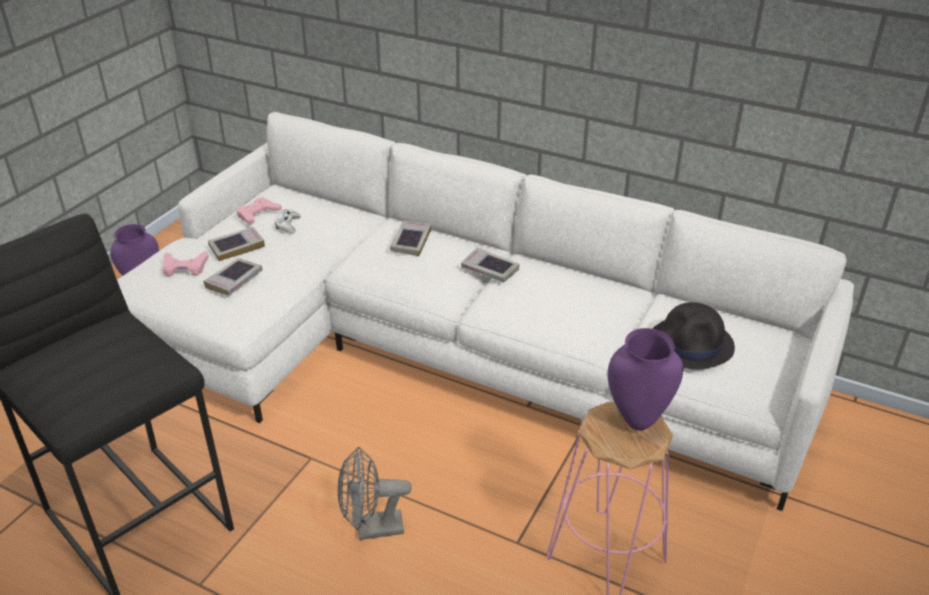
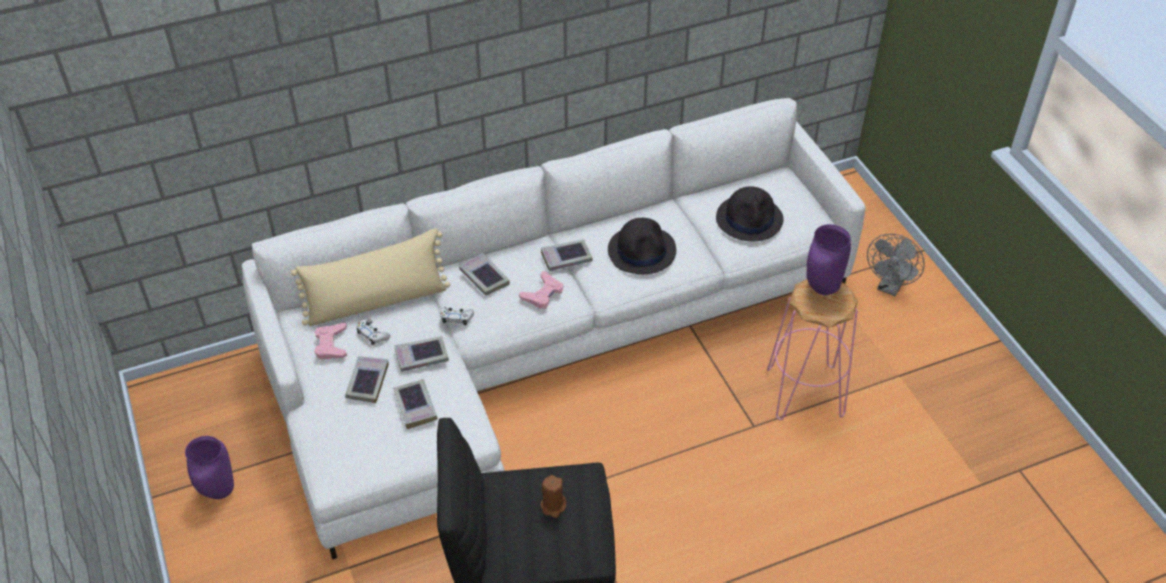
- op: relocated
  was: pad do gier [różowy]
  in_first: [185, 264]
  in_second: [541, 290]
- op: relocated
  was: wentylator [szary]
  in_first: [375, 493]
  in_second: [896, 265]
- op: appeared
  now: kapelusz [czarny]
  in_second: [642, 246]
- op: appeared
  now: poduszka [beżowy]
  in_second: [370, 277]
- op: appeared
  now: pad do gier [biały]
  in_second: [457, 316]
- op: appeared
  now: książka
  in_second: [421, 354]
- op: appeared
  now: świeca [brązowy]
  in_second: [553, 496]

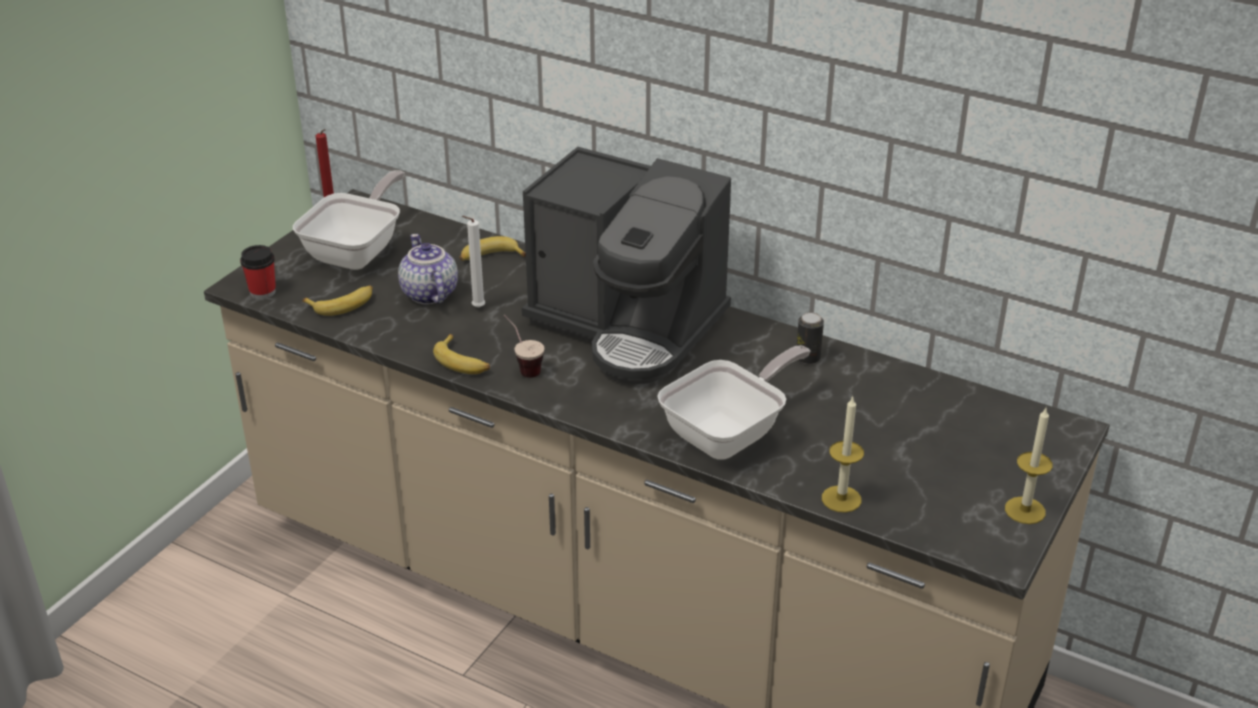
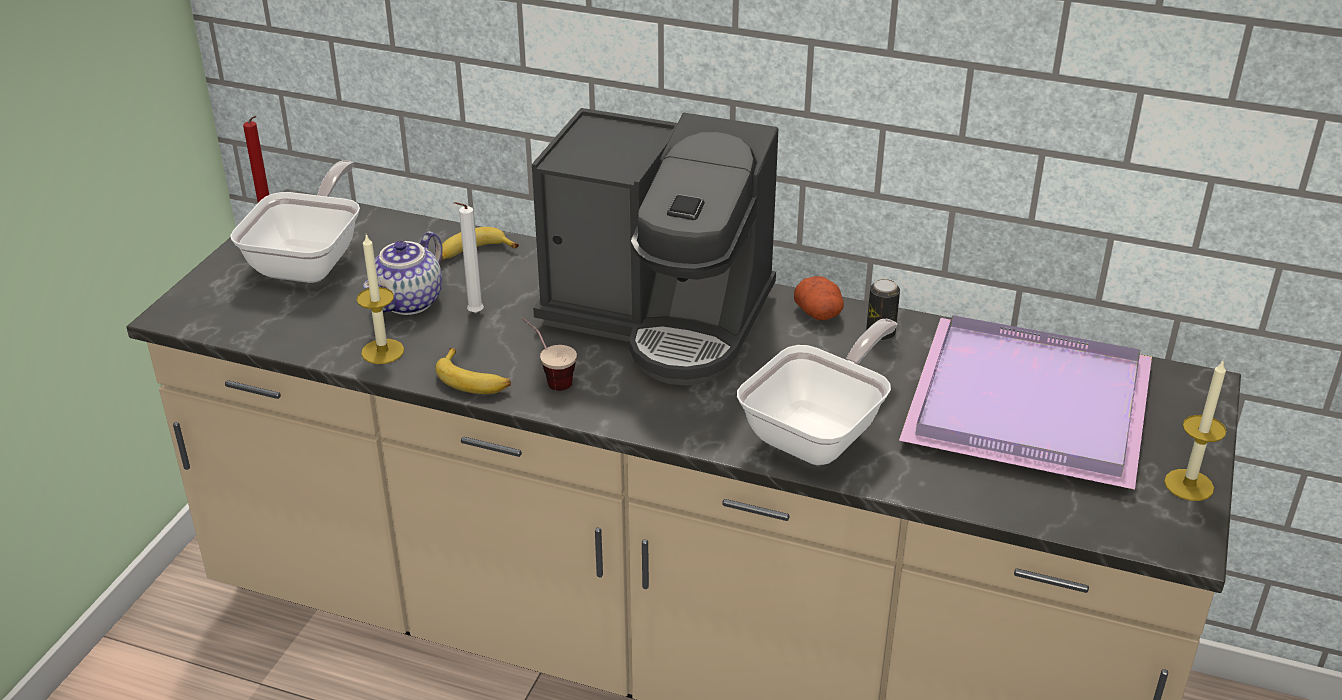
- op: spun
  was: imbryk
  in_first: [428, 269]
  in_second: [403, 273]
  clockwise: -120
- op: missing
  was: filiżanka
  in_first: [258, 272]
- op: missing
  was: banan
  in_first: [337, 301]
- op: relocated
  was: świeca
  in_first: [843, 454]
  in_second: [380, 299]
- op: appeared
  now: ziemniak
  in_second: [819, 298]
- op: appeared
  now: taca [fioletowy]
  in_second: [1025, 402]

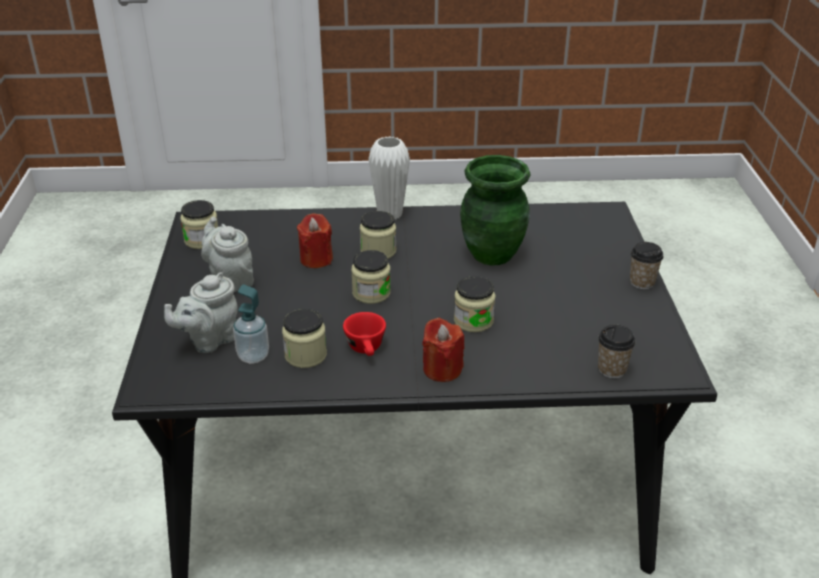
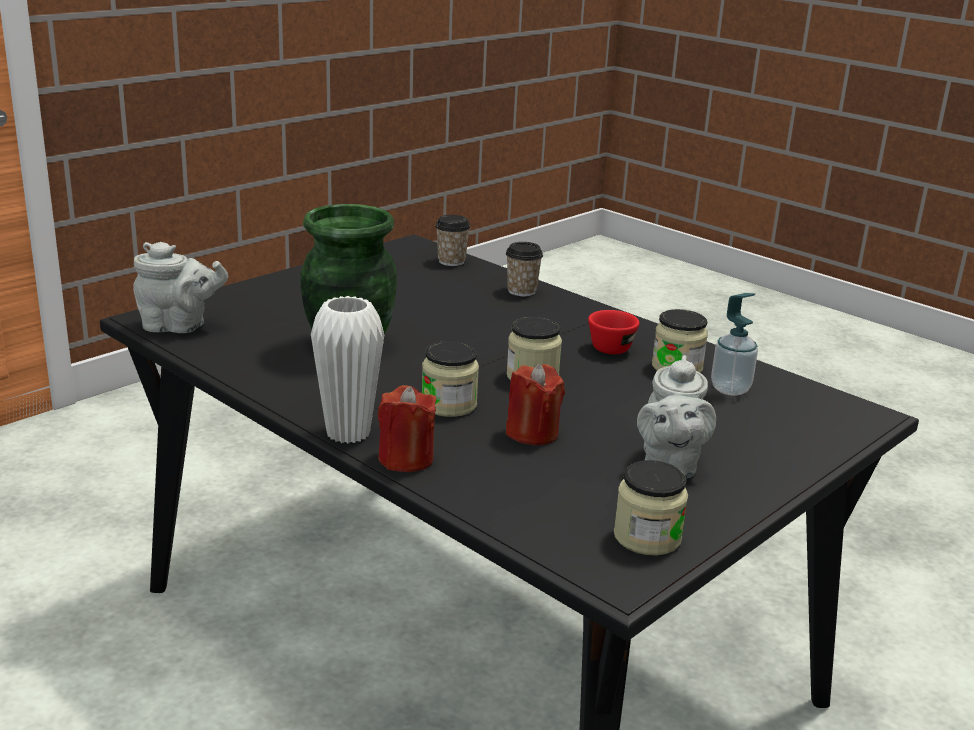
- op: relocated
  was: filiżanka
  in_first: [647, 265]
  in_second: [524, 269]
- op: relocated
  was: imbryk [szary]
  in_first: [201, 312]
  in_second: [180, 287]
- op: missing
  was: słoik
  in_first: [474, 304]
- op: relocated
  was: świeca [czerwony]
  in_first: [443, 350]
  in_second: [407, 428]

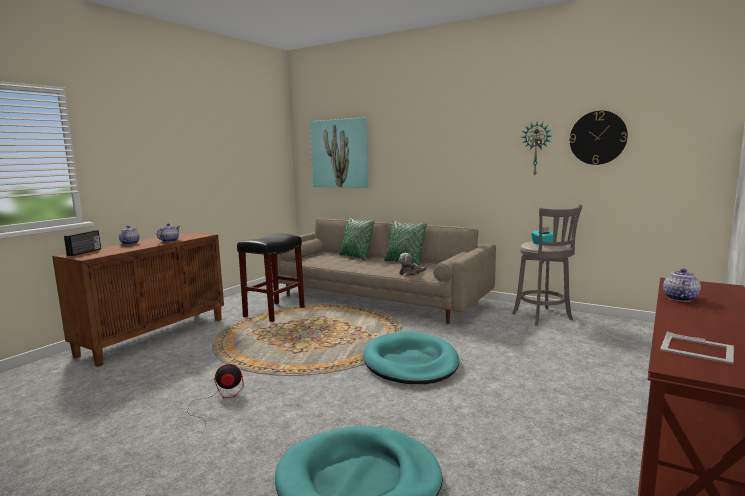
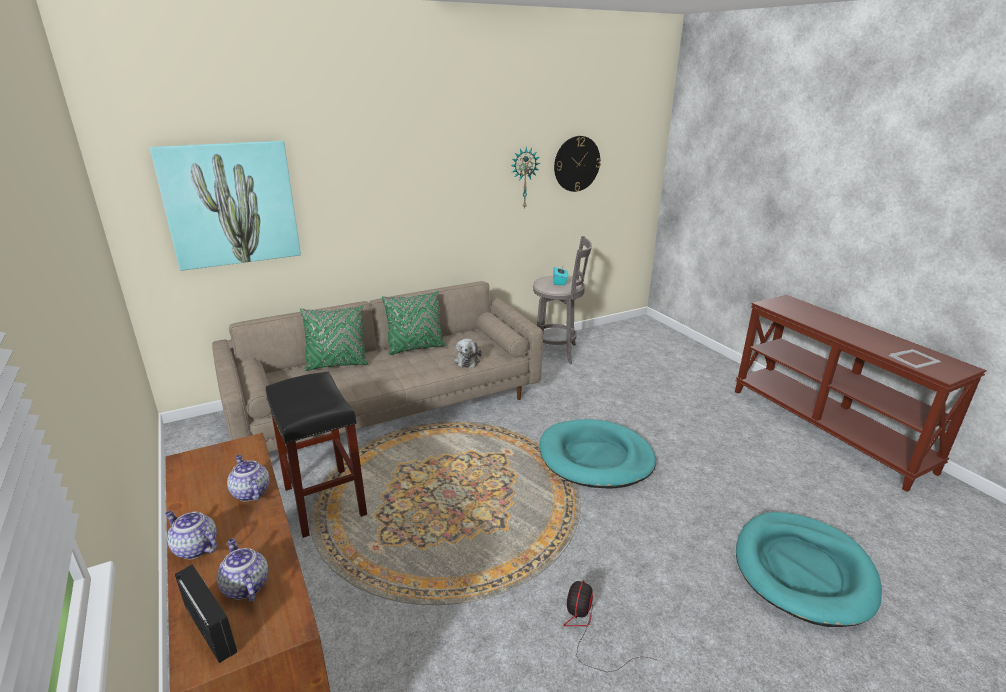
- op: relocated
  was: imbryk
  in_first: [682, 285]
  in_second: [242, 570]

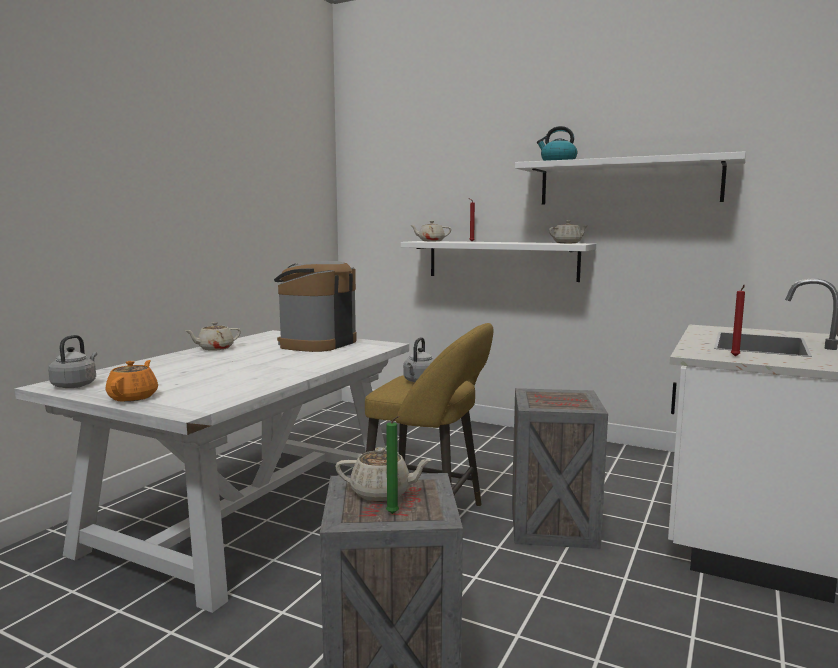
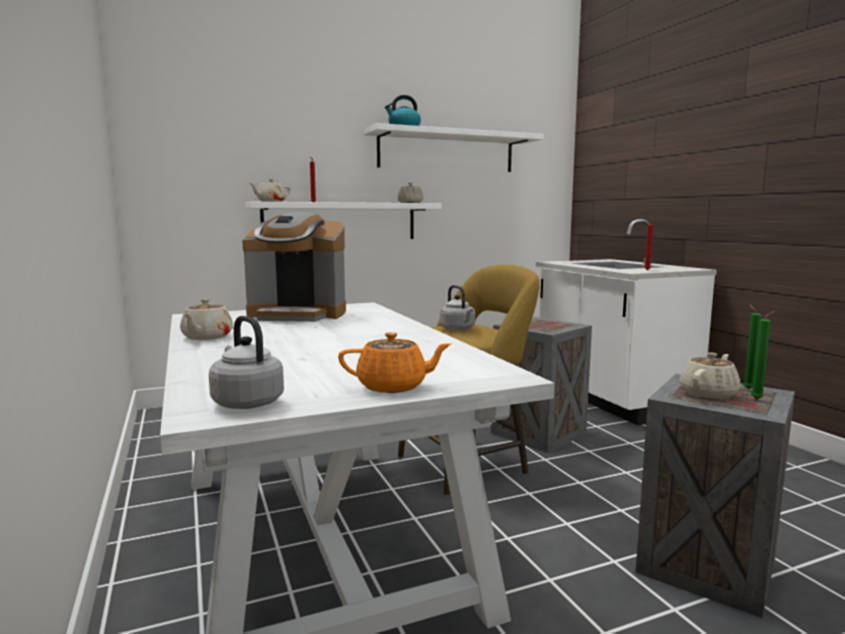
- op: spun
  was: ekspres do kawy
  in_first: [315, 306]
  in_second: [294, 267]
  clockwise: -60
- op: spun
  was: imbryk [pomarańczowy]
  in_first: [132, 381]
  in_second: [394, 362]
  clockwise: 135
- op: appeared
  now: świeca [zielony]
  in_second: [752, 346]

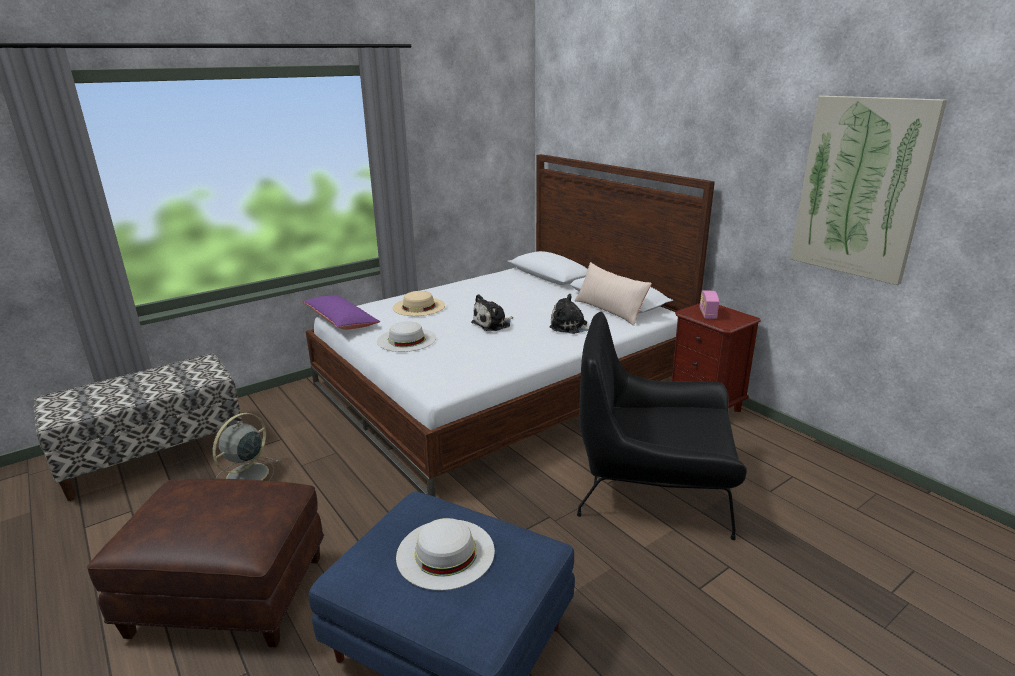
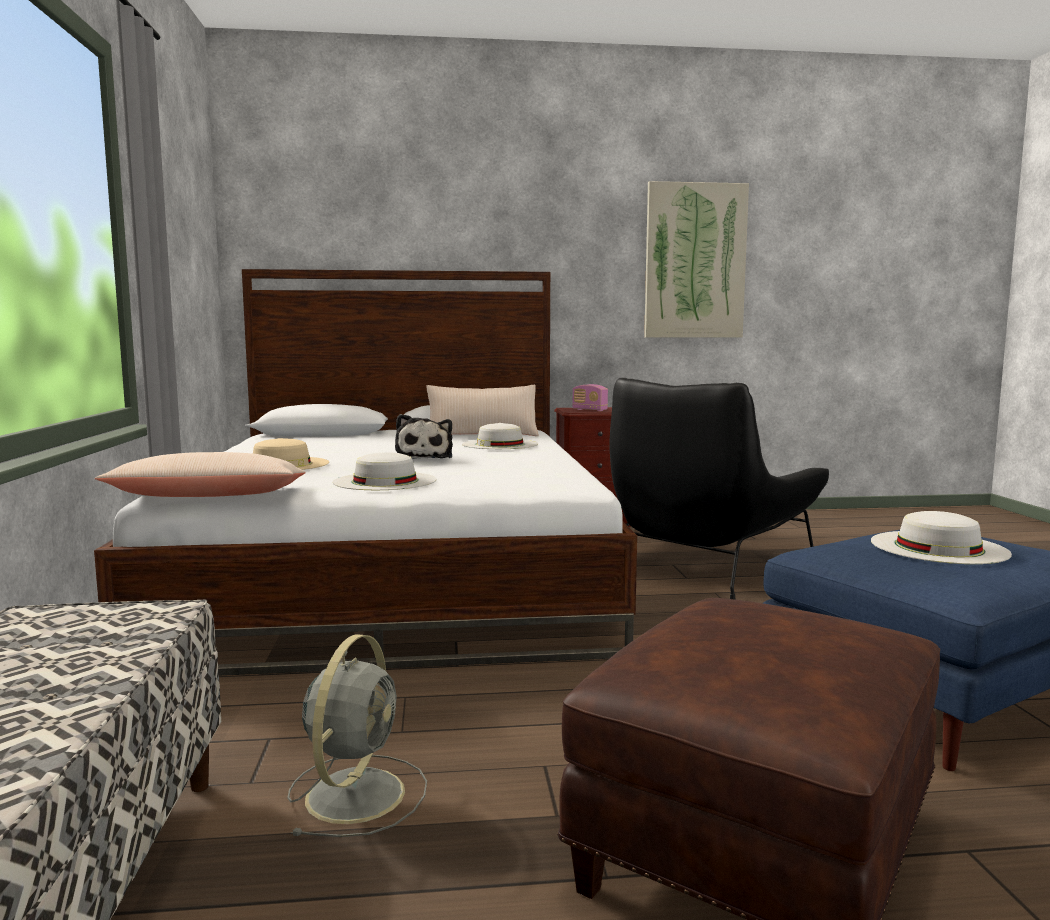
- op: exchanged
  was: pluszak
  now: kapelusz [biały]
  in_first: [569, 314]
  in_second: [500, 436]
- op: colour
  was: poduszka [fioletowy]
  now: poduszka [beżowy]
  in_first: [341, 312]
  in_second: [200, 474]
- op: spun
  was: wentylator [szary]
  in_first: [246, 447]
  in_second: [357, 735]
  clockwise: -135

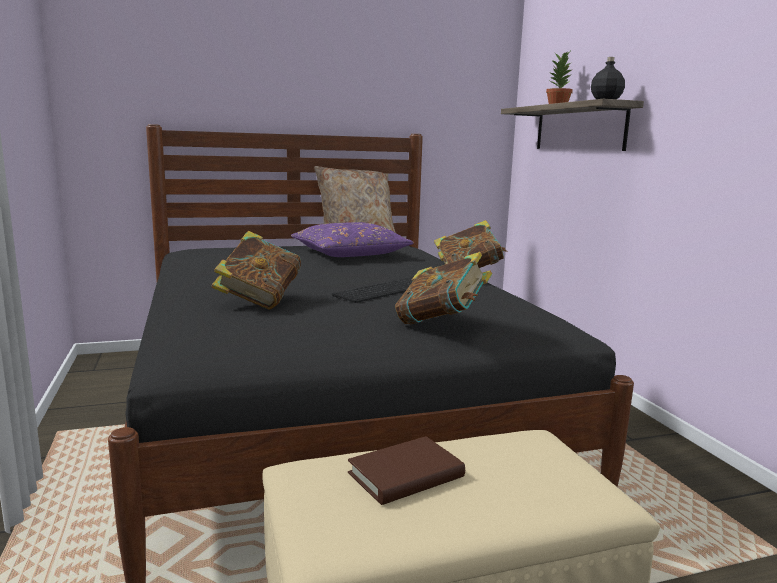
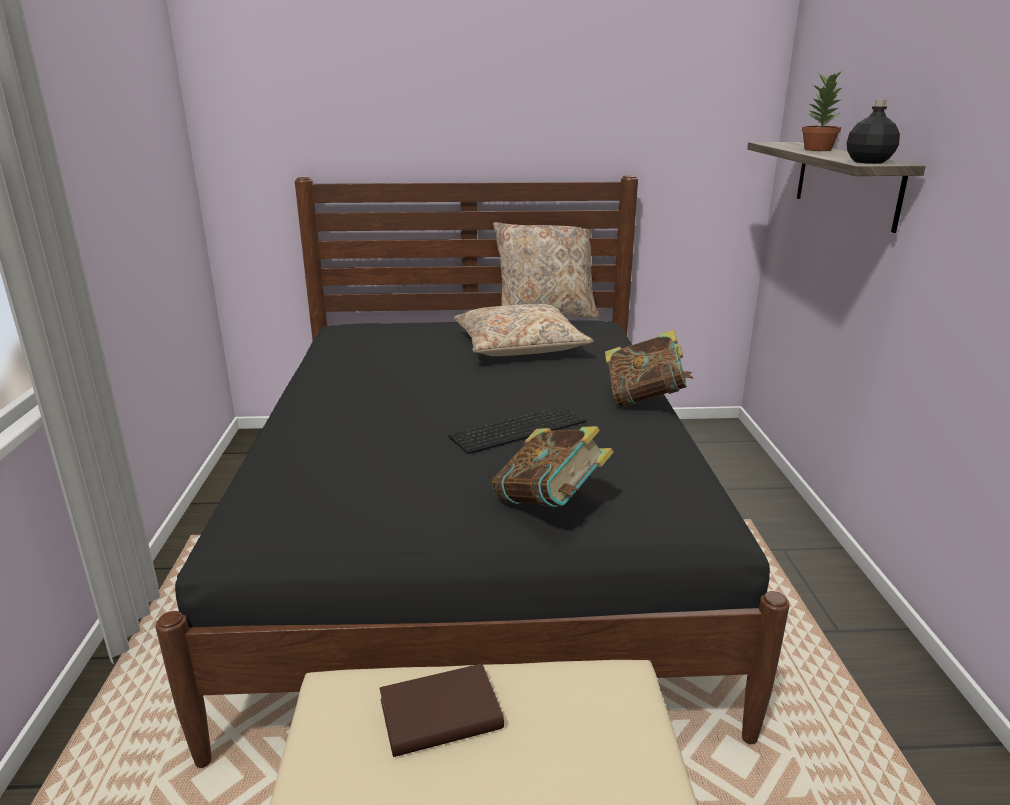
- op: colour
  was: poduszka [fioletowy]
  now: poduszka [beżowy]
  in_first: [352, 239]
  in_second: [523, 330]
- op: missing
  was: książka
  in_first: [256, 270]

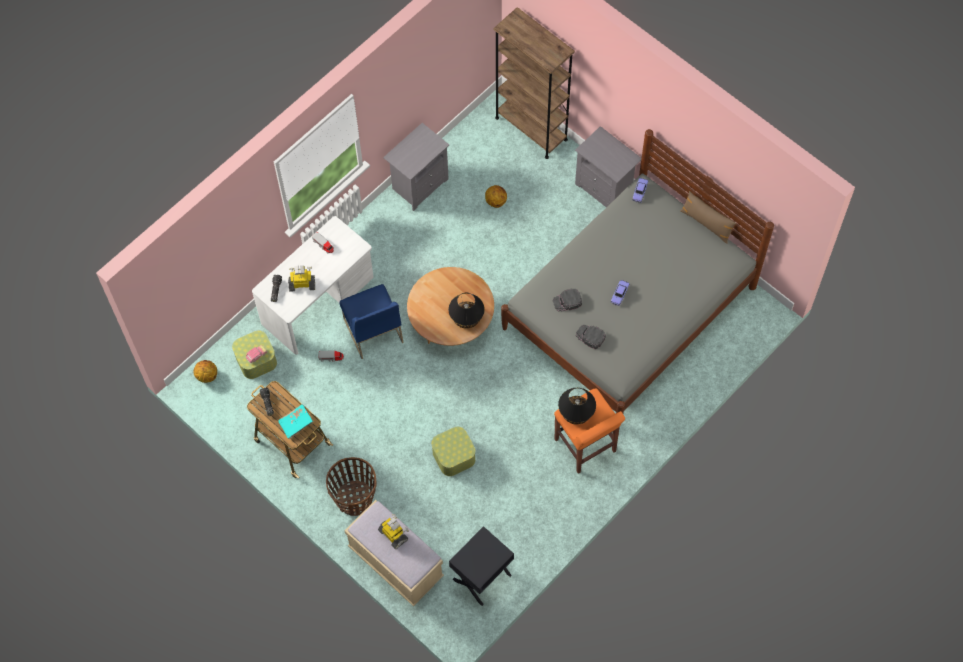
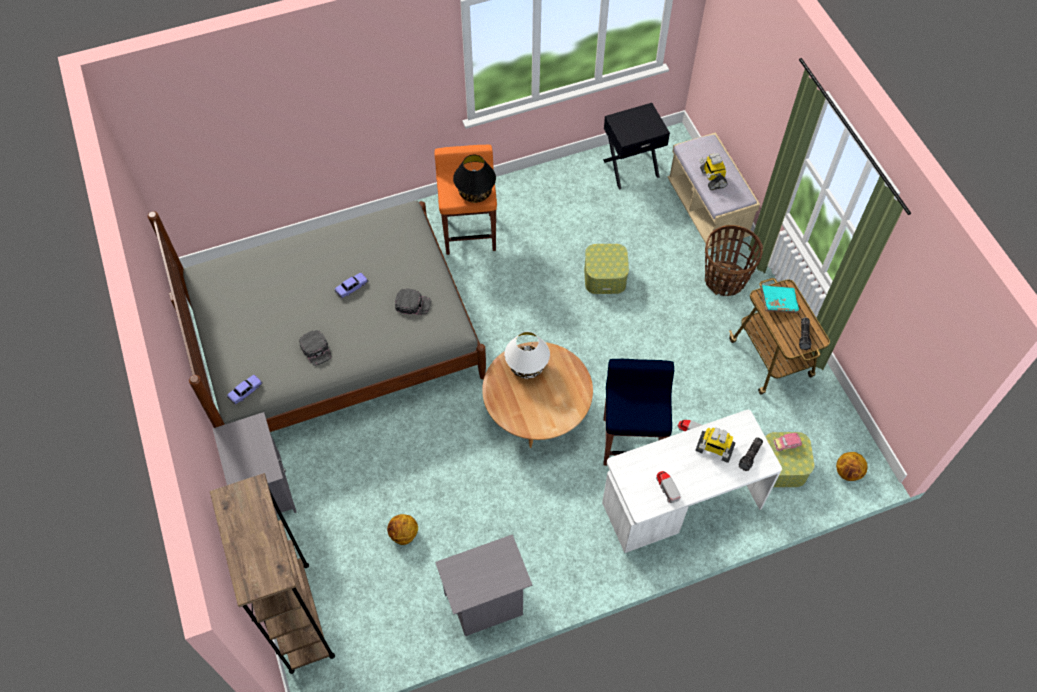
- op: missing
  was: poduszka [brązowy]
  in_first: [708, 217]
- op: exchanged
  was: krzesło [niebieski]
  now: stołek [niebieski]
  in_first: [372, 321]
  in_second: [639, 412]
- op: colour
  was: lampa stołowa [czarny]
  now: lampa stołowa [biały]
  in_first: [467, 311]
  in_second: [527, 355]
- op: relocated
  was: czapka z daszkiem [czarny]
  in_first: [591, 337]
  in_second: [315, 348]

